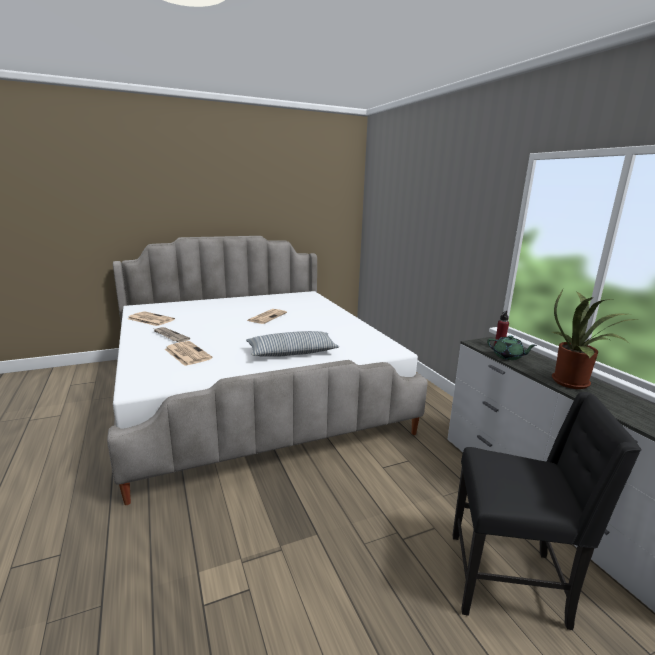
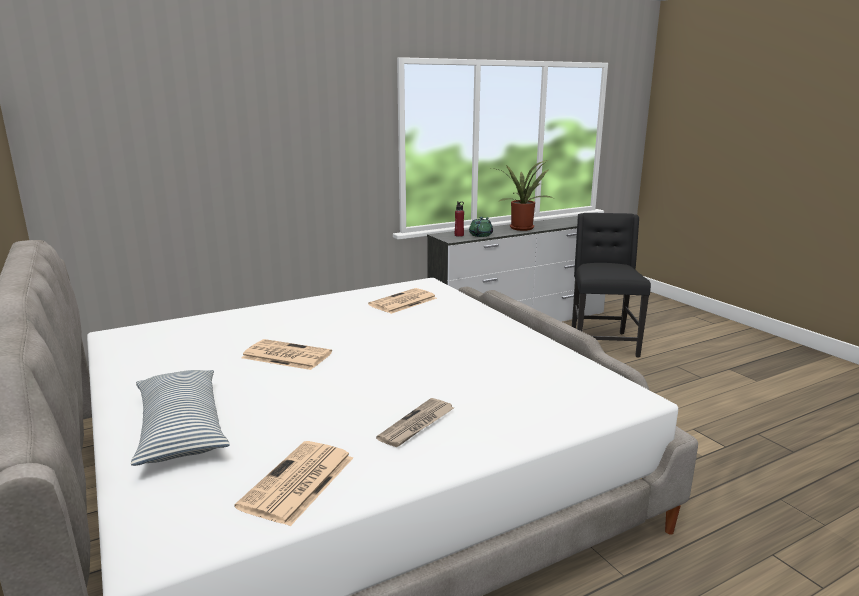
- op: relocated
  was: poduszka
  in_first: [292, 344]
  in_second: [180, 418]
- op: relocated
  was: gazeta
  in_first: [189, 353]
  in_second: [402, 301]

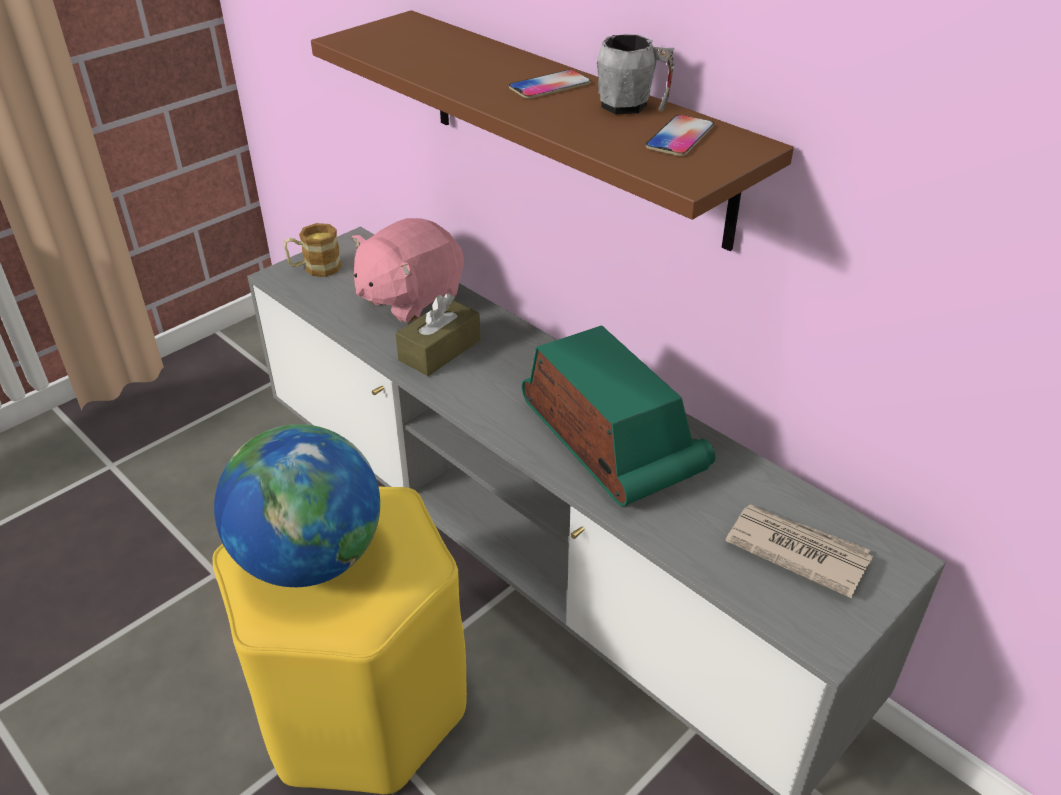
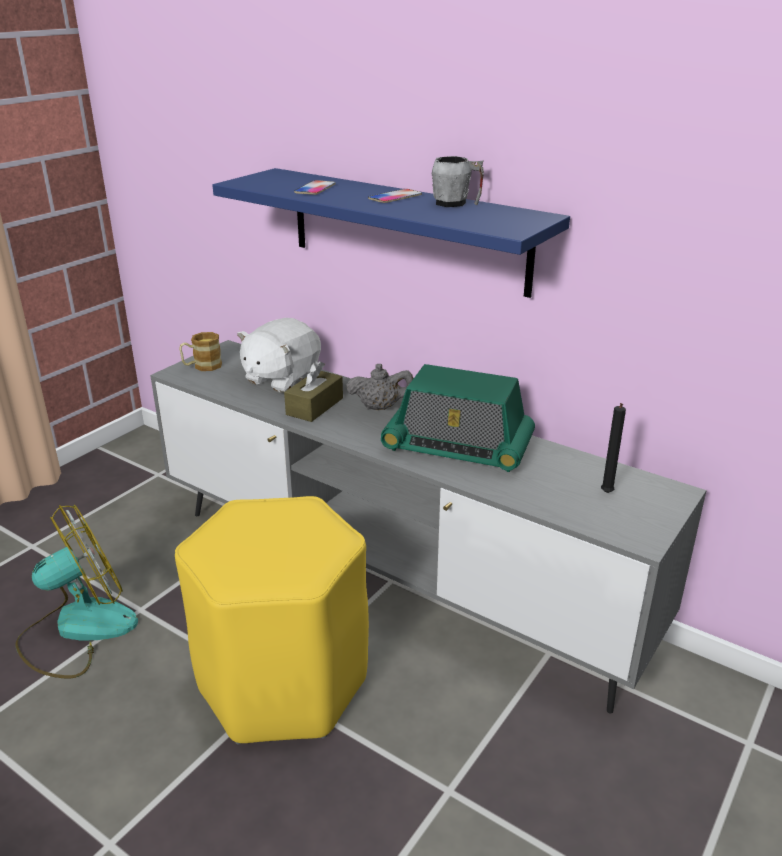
- op: colour
  was: półka [brązowy]
  now: półka [niebieski]
  in_first: [552, 130]
  in_second: [391, 233]
- op: relocated
  was: telefon
  in_first: [680, 135]
  in_second: [315, 187]
- op: colour
  was: pluszak [różowy]
  now: pluszak [biały]
  in_first: [408, 270]
  in_second: [279, 355]
- op: spun
  was: radio
  in_first: [618, 416]
  in_second: [458, 418]
  clockwise: 150
- op: missing
  was: globus
  in_first: [297, 505]
- op: exchanged
  was: gazeta
  now: świeca [czarny]
  in_first: [799, 551]
  in_second: [613, 448]
- op: appeared
  now: imbryk [szary]
  in_second: [380, 387]
- op: appeared
  now: wentylator
  in_second: [77, 591]

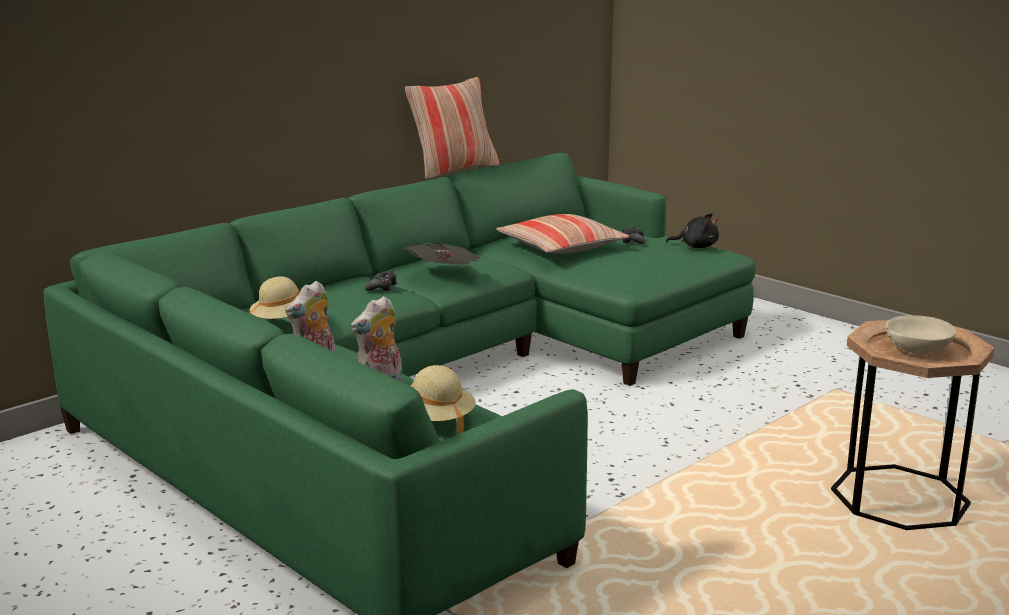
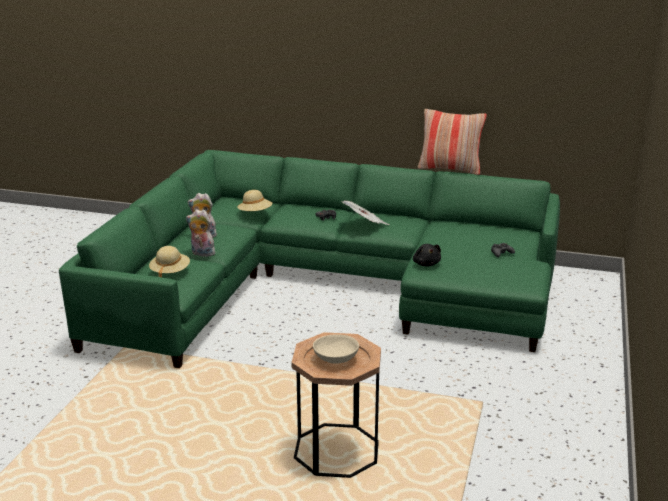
- op: relocated
  was: pluszak [czarny]
  in_first: [692, 230]
  in_second: [427, 255]
- op: missing
  was: poduszka
  in_first: [562, 234]

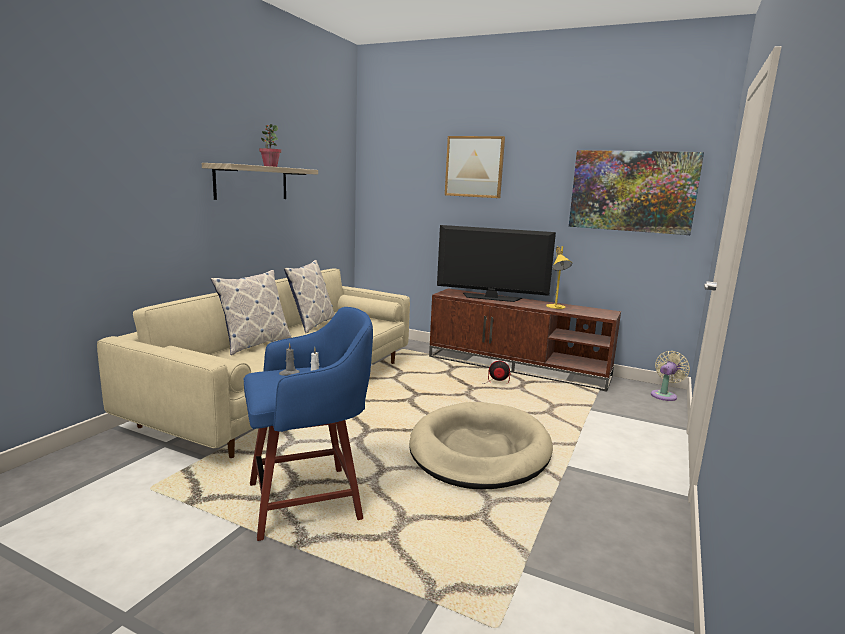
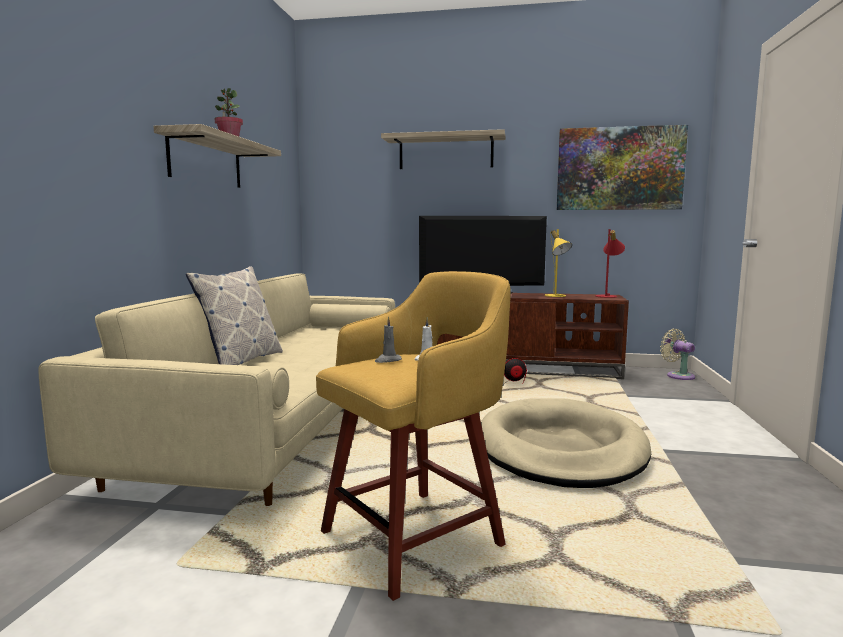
- op: exchanged
  was: obraz
  now: półka
  in_first: [475, 167]
  in_second: [443, 149]
- op: missing
  was: poduszka
  in_first: [309, 296]
- op: colour
  was: stołek [niebieski]
  now: stołek [żółty]
  in_first: [308, 424]
  in_second: [413, 436]
- op: spun
  was: wentylator [beżowy]
  in_first: [670, 376]
  in_second: [677, 354]
  clockwise: -60
- op: appeared
  now: lampa stołowa [czerwony]
  in_second: [610, 263]

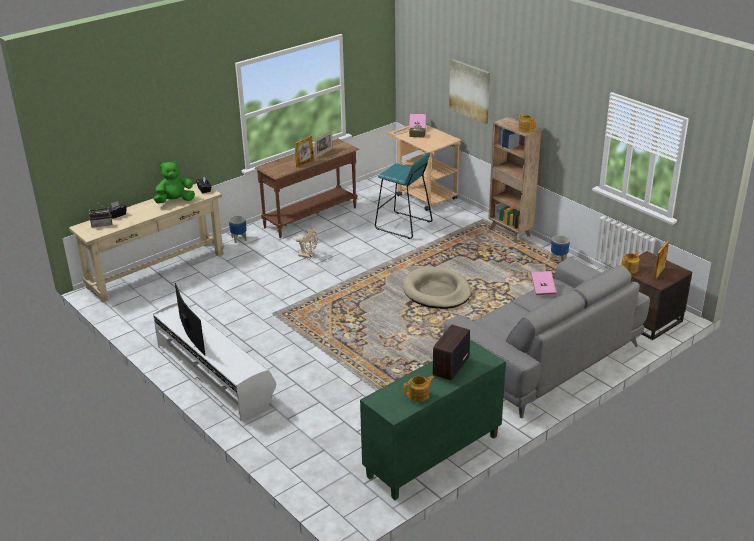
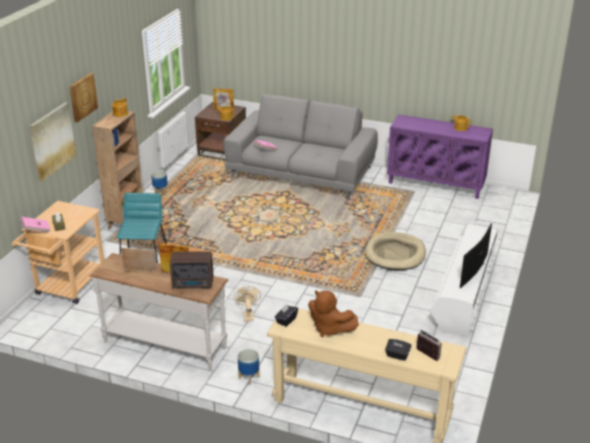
- op: colour
  was: stolik konsolowy [brązowy]
  now: stolik konsolowy [biały]
  in_first: [307, 188]
  in_second: [159, 311]
- op: colour
  was: pluszak [zielony]
  now: pluszak [brązowy]
  in_first: [174, 182]
  in_second: [333, 313]
- op: relocated
  was: legowisko [beżowy]
  in_first: [437, 288]
  in_second: [395, 251]
- op: relocated
  was: radio
  in_first: [451, 353]
  in_second: [191, 270]
- op: colour
  was: szafka [zielony]
  now: szafka [fioletowy]
  in_first: [433, 420]
  in_second: [440, 156]
- op: appeared
  now: obraz
  in_second: [83, 97]

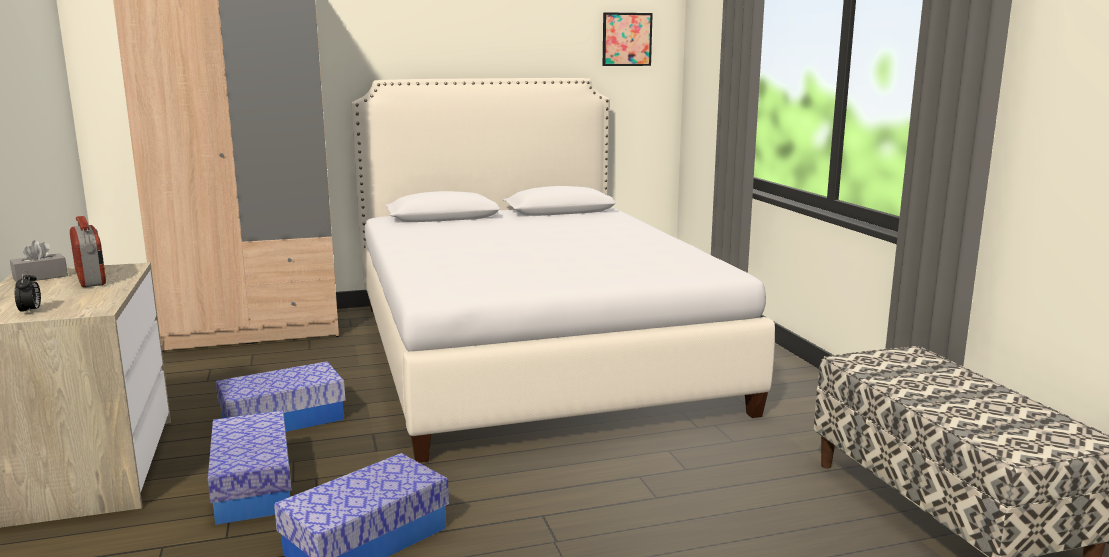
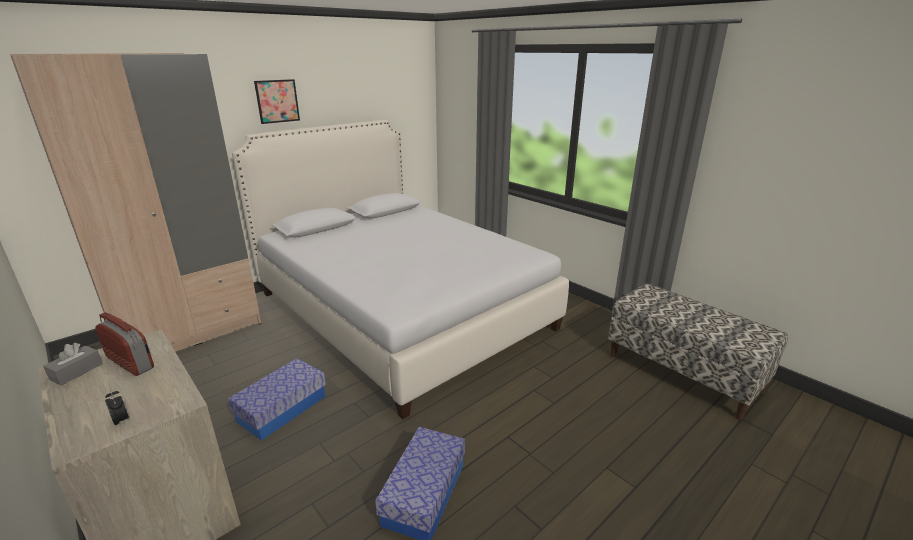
- op: relocated
  was: obraz
  in_first: [628, 39]
  in_second: [277, 101]
- op: missing
  was: pojemnik do przechowywania
  in_first: [249, 467]

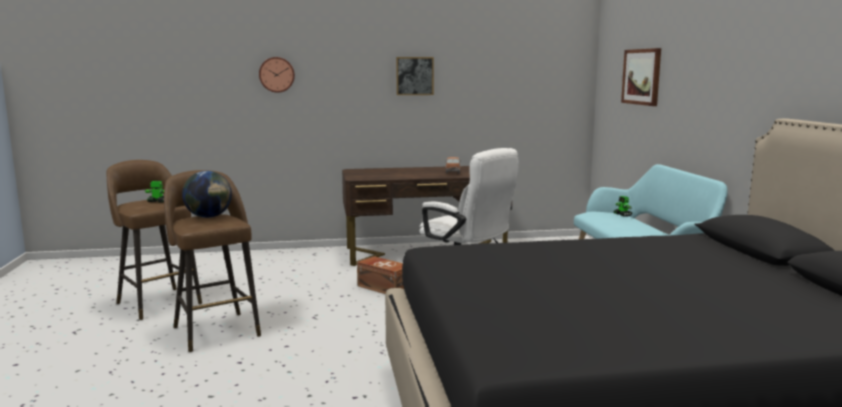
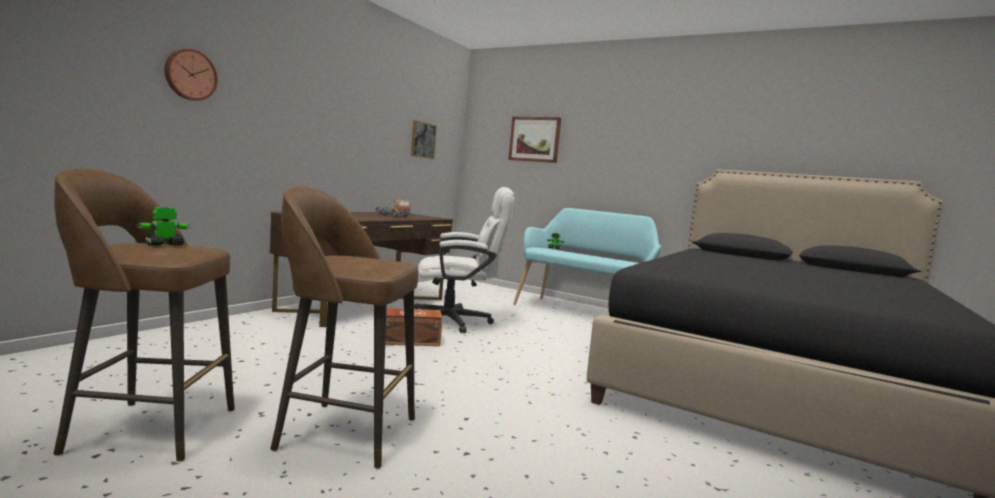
- op: relocated
  was: obraz
  in_first: [415, 76]
  in_second: [424, 139]
- op: missing
  was: globus
  in_first: [207, 194]

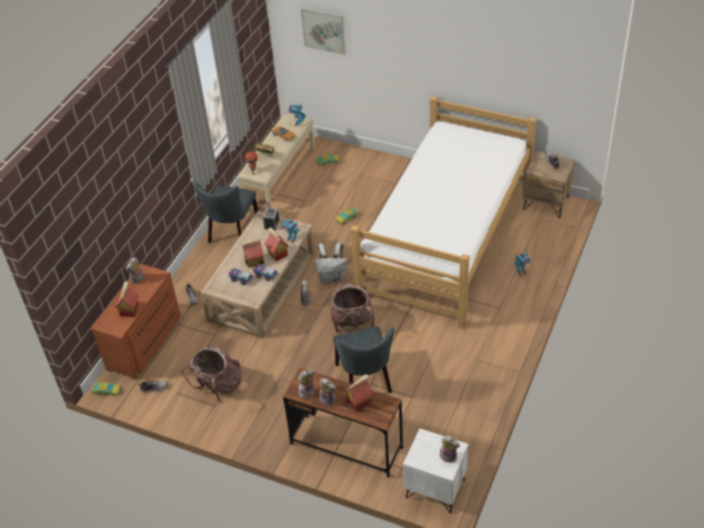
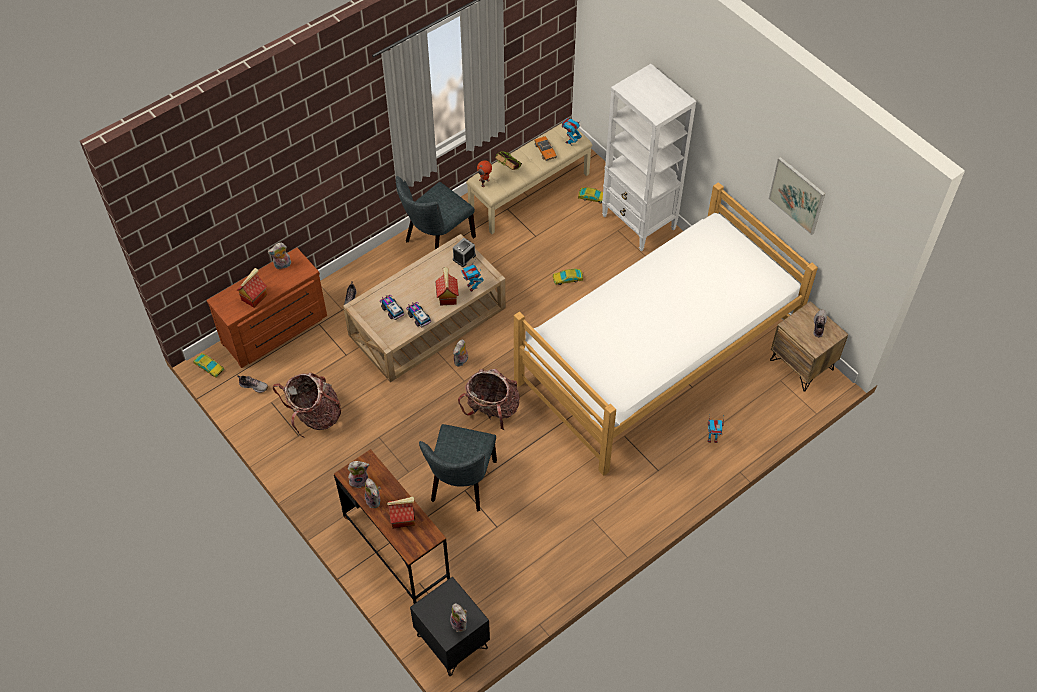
- op: relocated
  was: obraz
  in_first: [323, 31]
  in_second: [797, 196]
- op: missing
  was: domek
  in_first: [252, 253]
- op: missing
  was: plecak [biały]
  in_first: [330, 262]
- op: colour
  was: szafka nocna [biały]
  now: szafka nocna [czarny]
  in_first: [435, 470]
  in_second: [450, 626]
- op: appeared
  now: regał [biały]
  in_second: [649, 157]

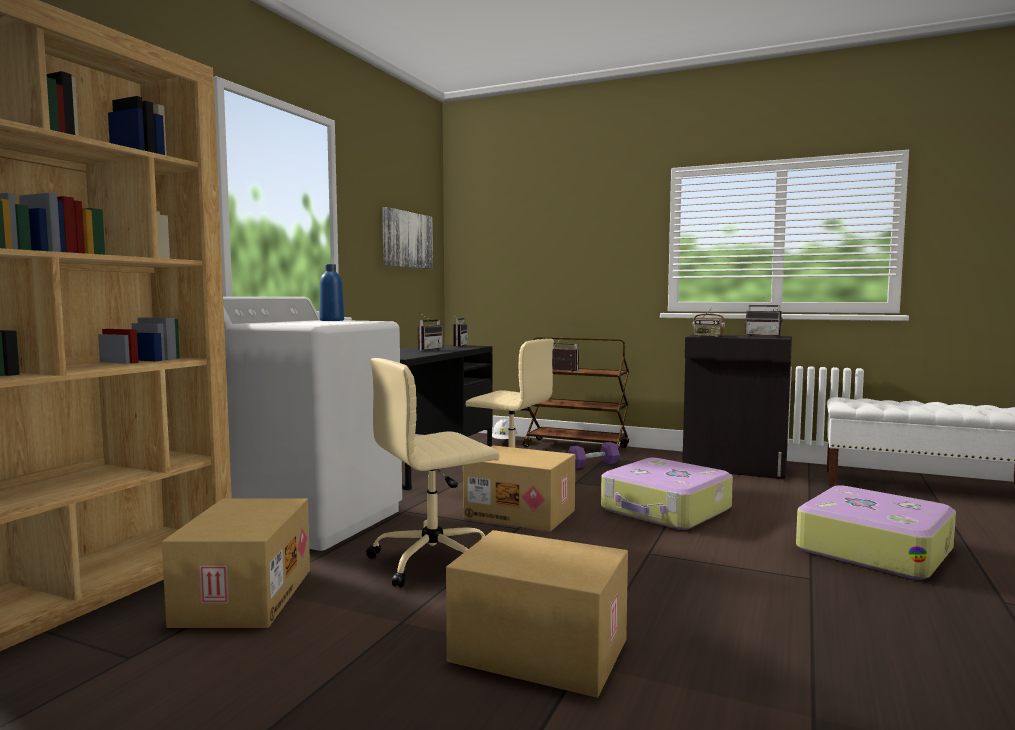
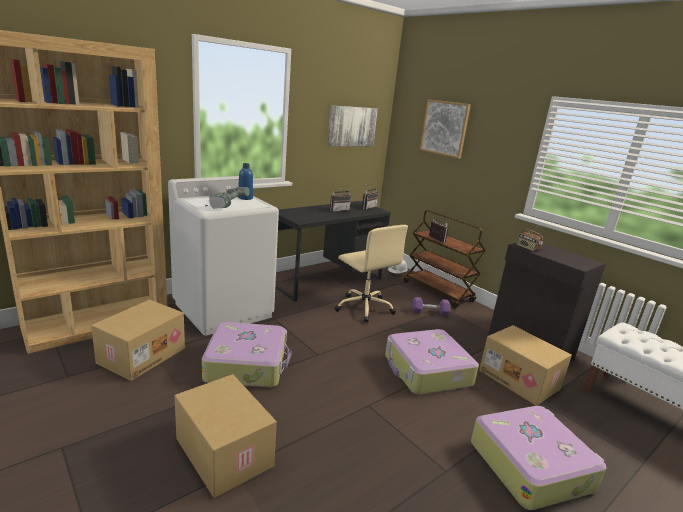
- op: missing
  was: radio
  in_first: [764, 317]
- op: exchanged
  was: krzesło biurowe [beżowy]
  now: walizka
  in_first: [432, 473]
  in_second: [247, 354]
- op: relocated
  was: karton
  in_first: [519, 488]
  in_second: [525, 365]
- op: appeared
  now: obraz
  in_second: [445, 129]
- op: appeared
  now: wiertarka
  in_second: [227, 197]

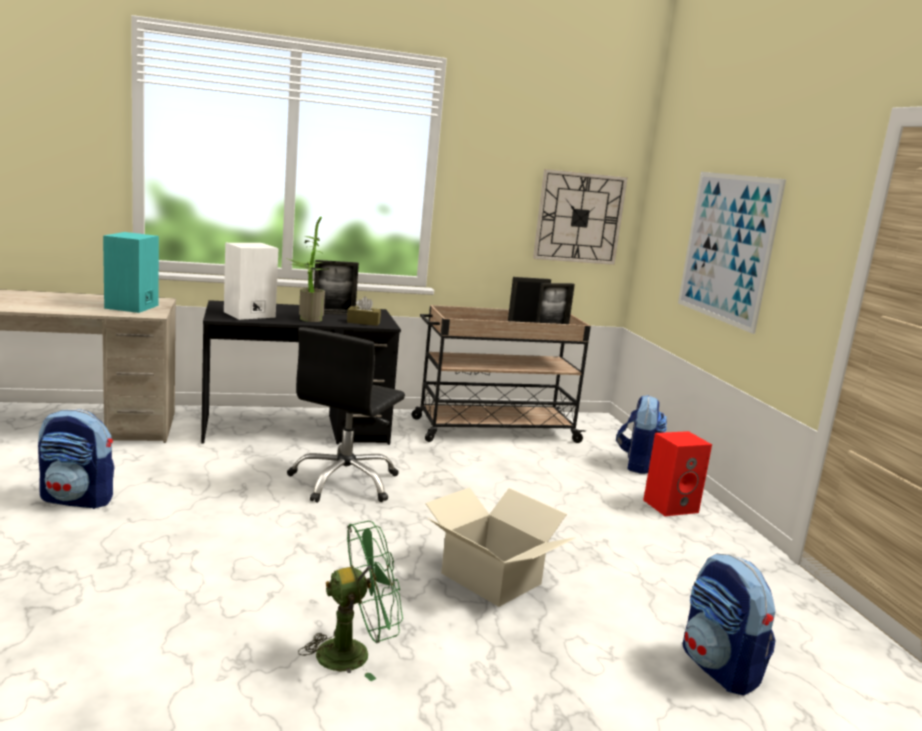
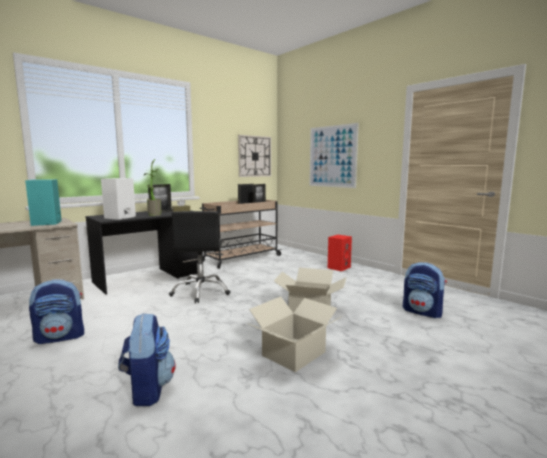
- op: relocated
  was: plecak
  in_first: [641, 434]
  in_second: [147, 359]
- op: exchanged
  was: wentylator [zielony]
  now: karton
  in_first: [350, 601]
  in_second: [294, 334]

